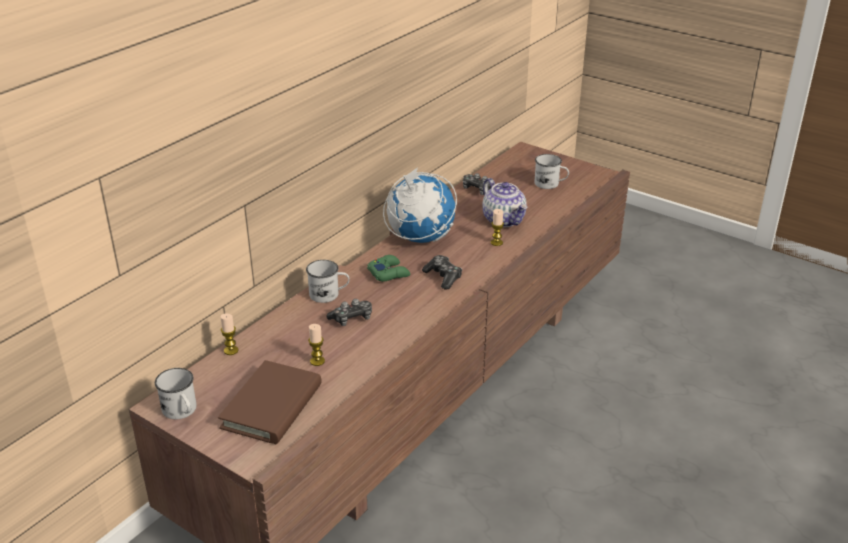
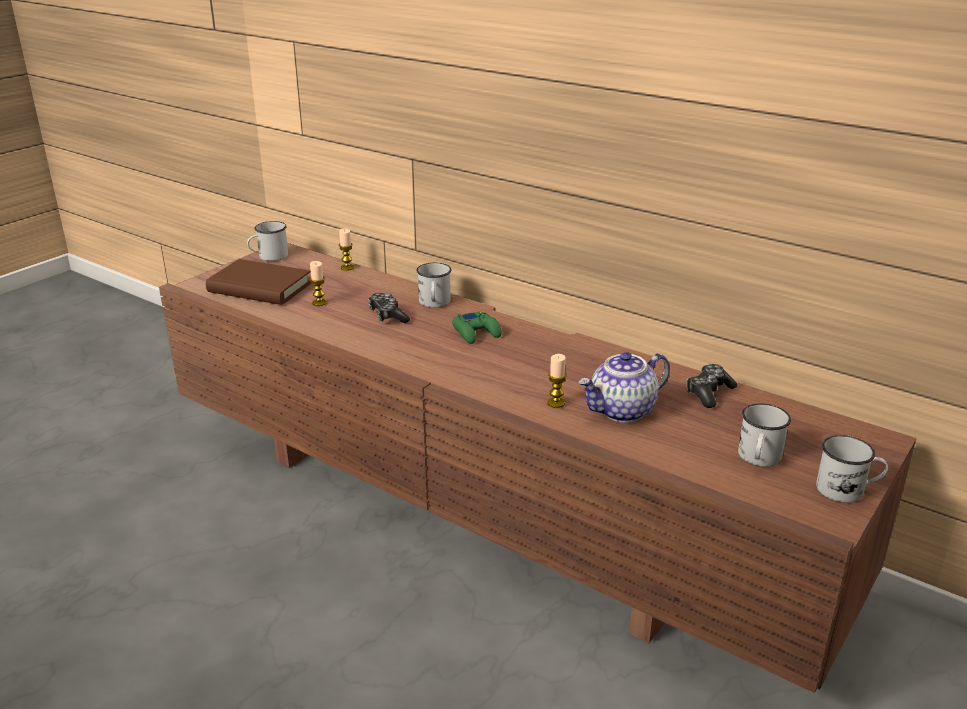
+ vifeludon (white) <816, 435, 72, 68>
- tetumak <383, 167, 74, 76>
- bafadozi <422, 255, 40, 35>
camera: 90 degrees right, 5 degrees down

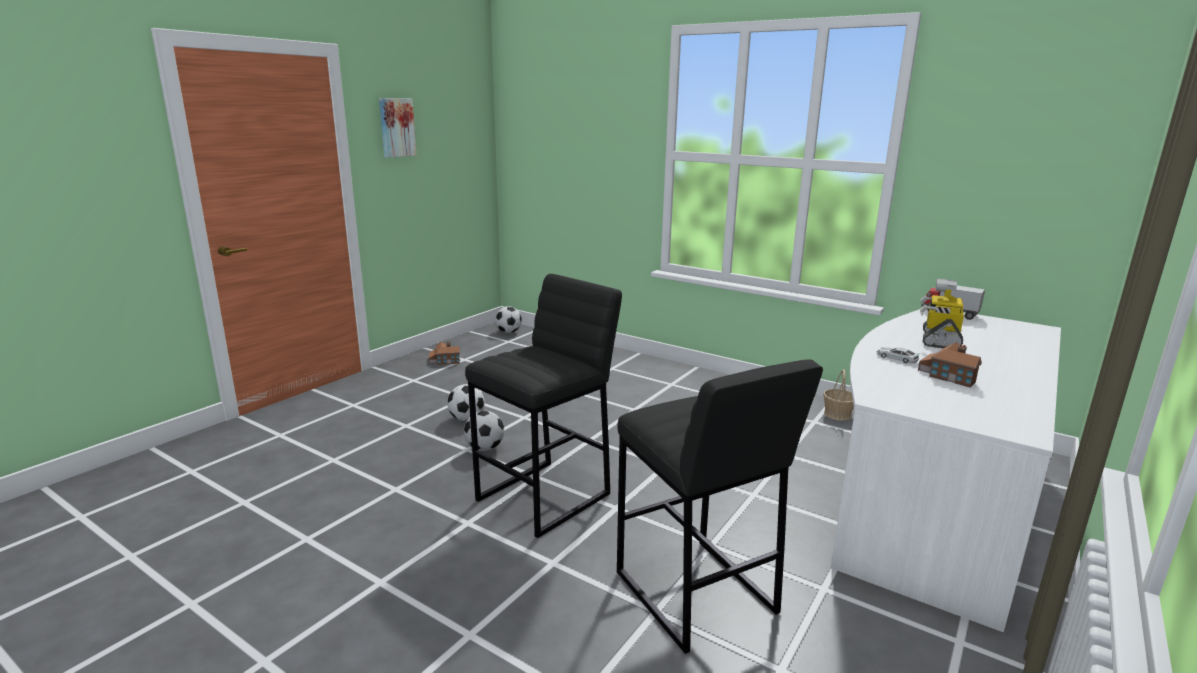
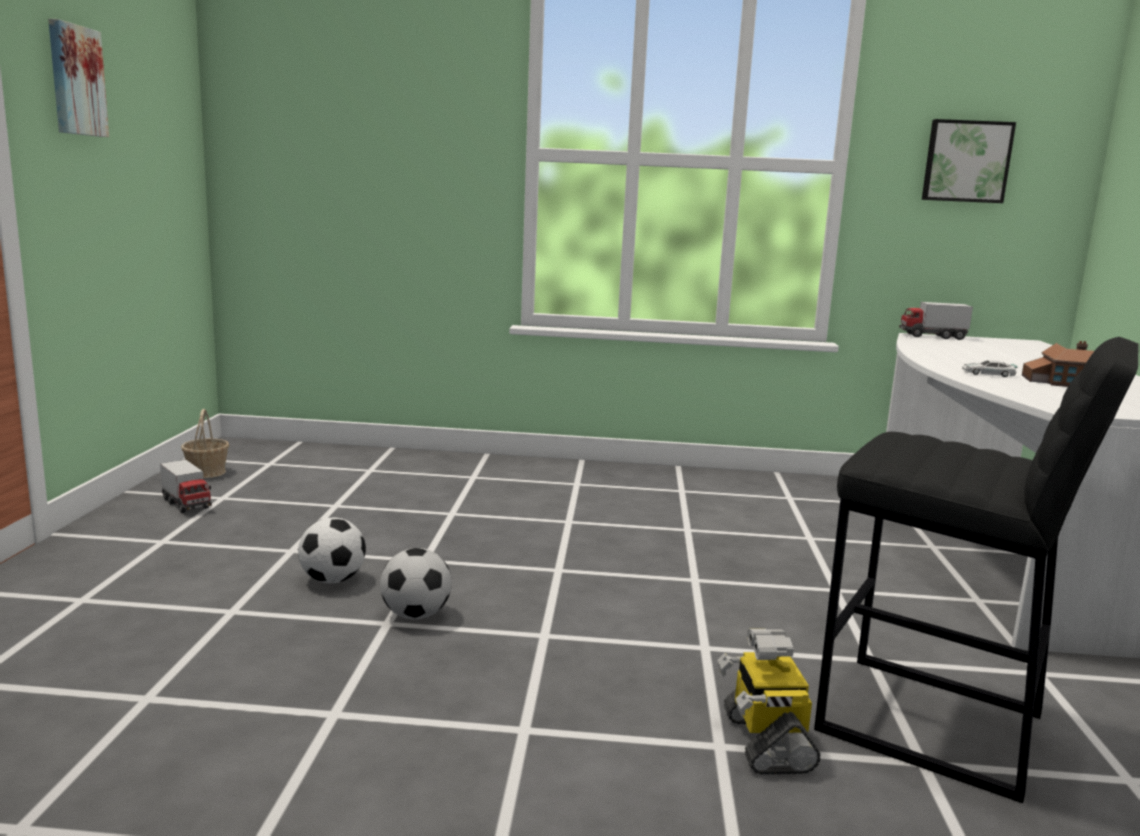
~ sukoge <429, 341, 31, 24> to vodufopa <160, 460, 52, 53>
~ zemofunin <823, 369, 31, 52> to <181, 409, 48, 69>
~ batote <920, 278, 44, 70> to <718, 629, 103, 146>
+ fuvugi <922, 119, 94, 84>
- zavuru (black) <465, 274, 157, 264>
- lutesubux <495, 306, 27, 27>
camera: 30 degrees left, 5 degrees down

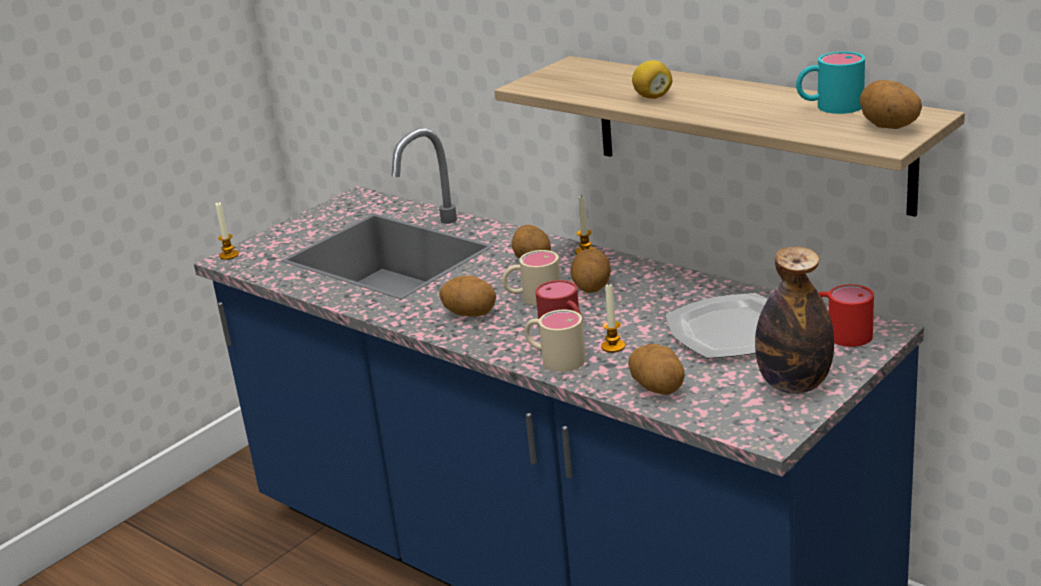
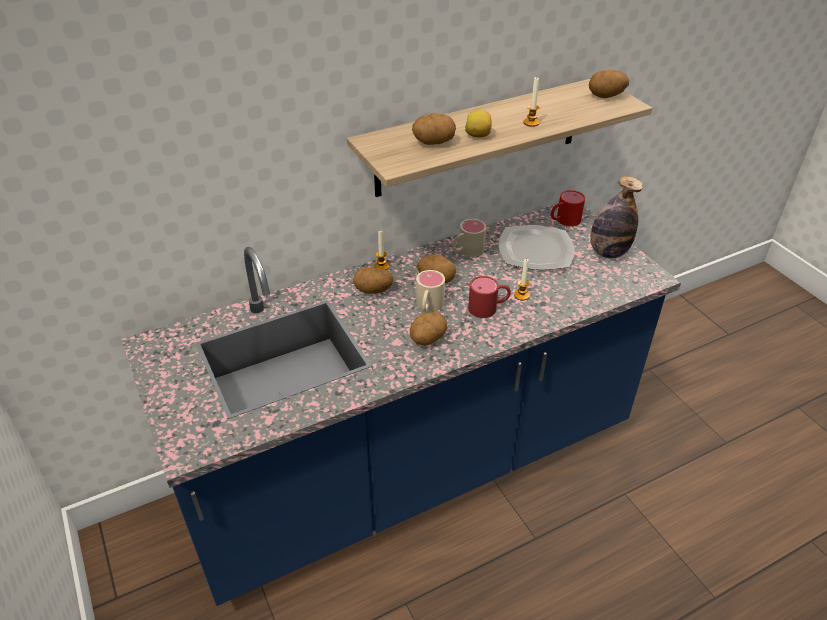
~ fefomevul <628, 344, 57, 51> to <412, 113, 44, 32>
~ vifeludon (beige) <524, 310, 62, 62> to <452, 219, 34, 38>
~ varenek <215, 202, 24, 58> to <523, 77, 17, 50>
- vifeludon (turquoise) <796, 52, 69, 62>
camera: 70 degrees left, 15 degrees up

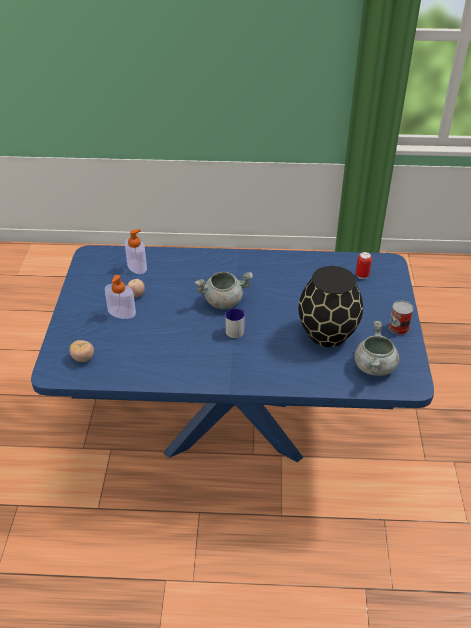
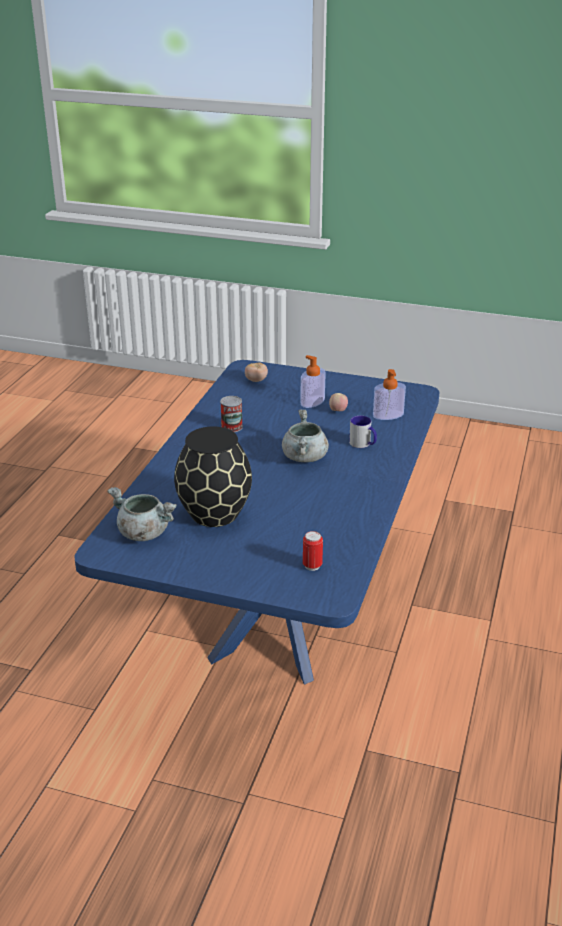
~ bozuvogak <389, 300, 25, 35> to <220, 396, 23, 36>
~ vifeludon <225, 308, 20, 30> to <349, 416, 28, 32>
camera: 105 degrees right, 10 degrees down

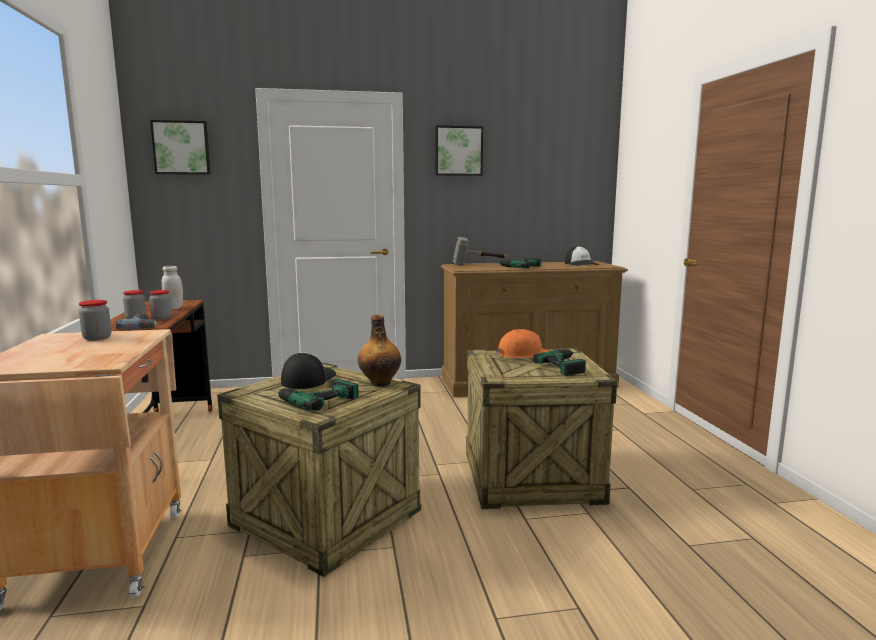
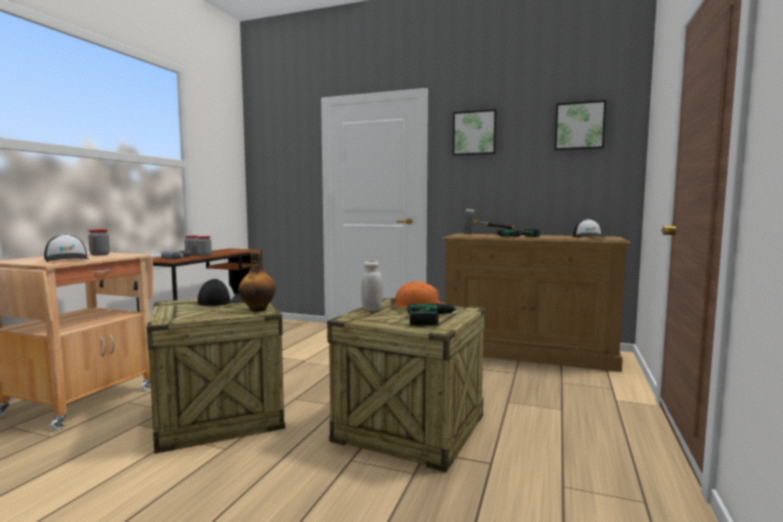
+ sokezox <44, 234, 45, 28>
~ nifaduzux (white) <162, 266, 21, 44> to <361, 261, 22, 50>
~ fuvugi <150, 120, 61, 55> to <555, 100, 51, 51>
- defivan <271, 379, 88, 32>
camera: 30 degrees right, 5 degrees down

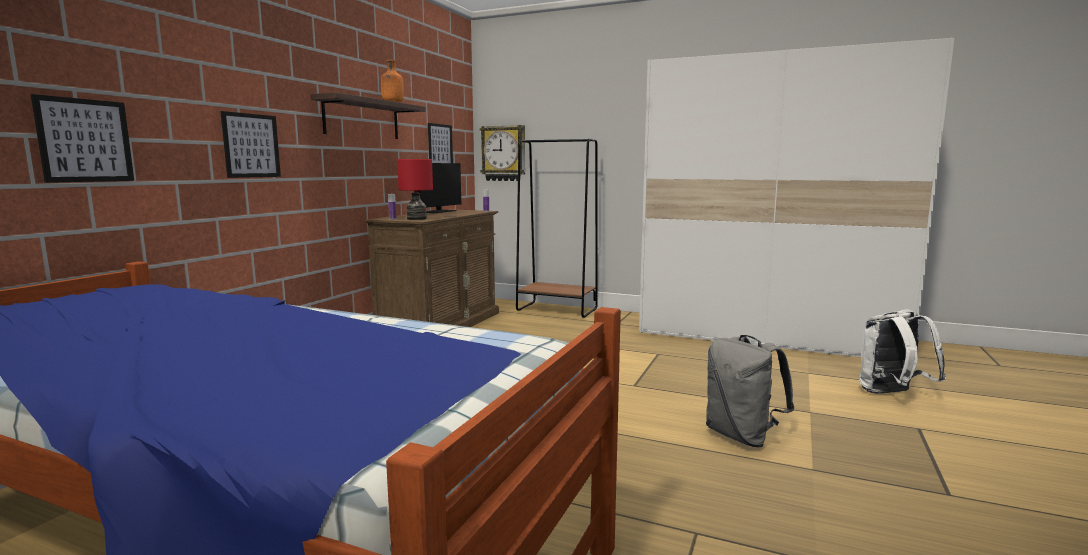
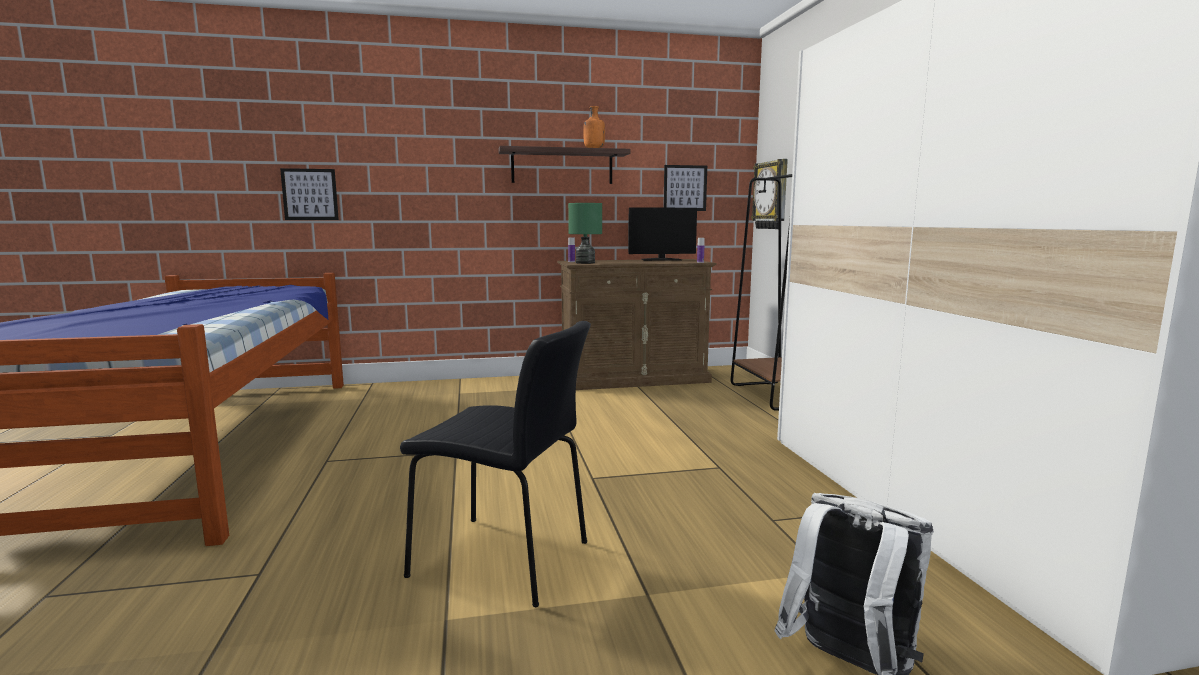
~ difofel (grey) <706, 335, 88, 112> to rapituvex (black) <400, 321, 191, 286>
~ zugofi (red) <397, 159, 36, 61> to zugofi (green) <568, 203, 34, 61>
- fuvugi <220, 111, 61, 67>
camera: 55 degrees right, 0 degrees up

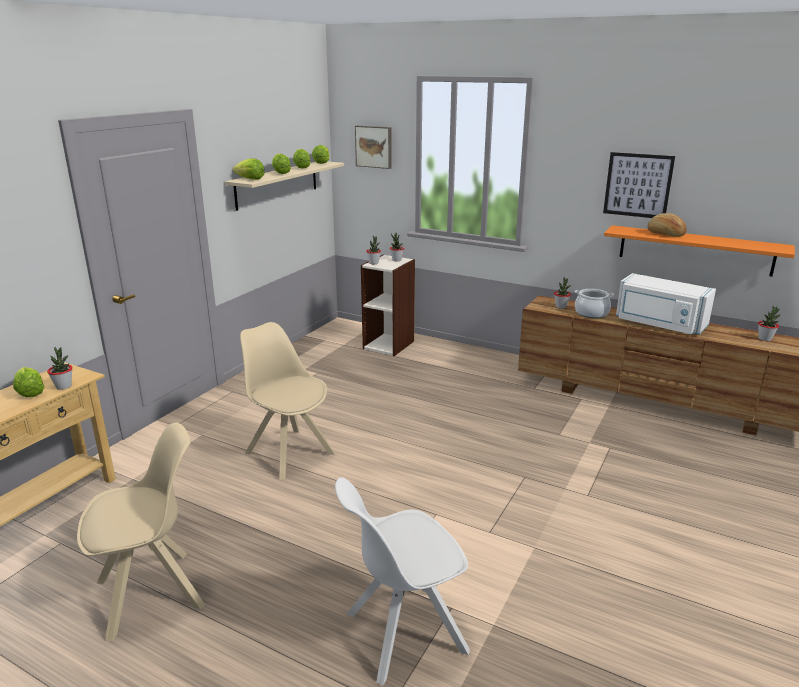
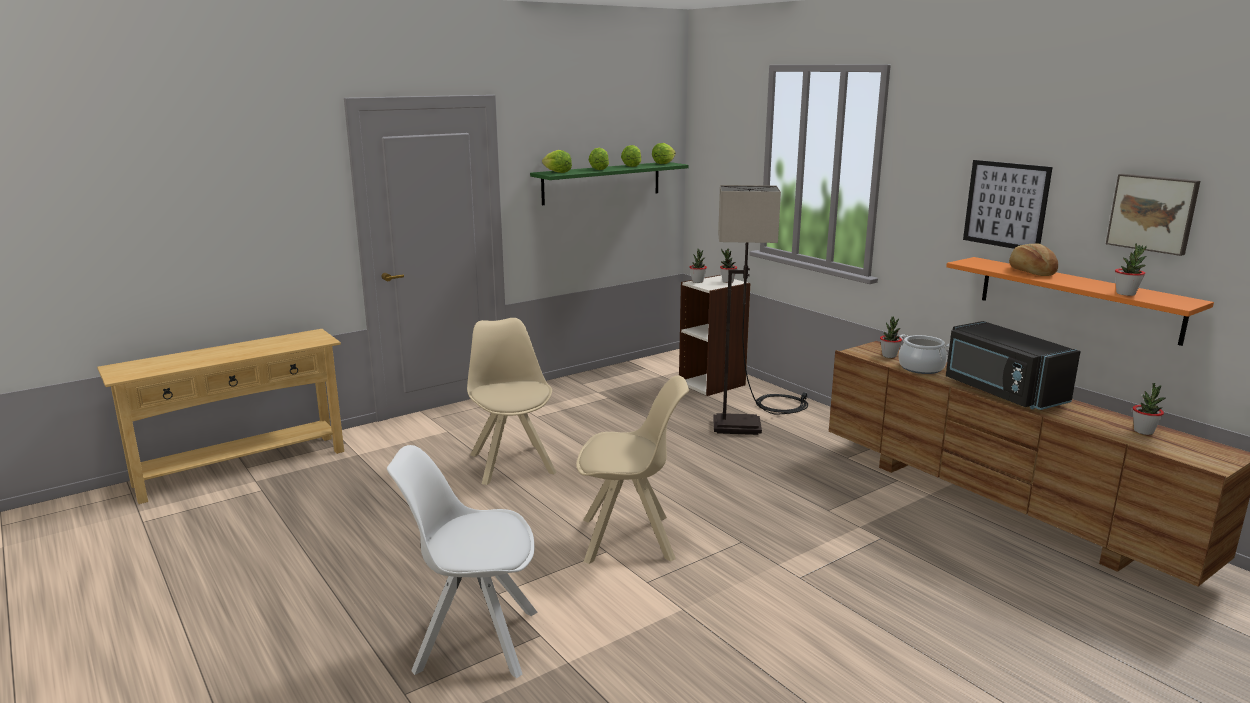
~ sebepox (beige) <225, 162, 119, 49> to sebepox (green) <530, 162, 159, 43>
~ rapituvex (beige) <77, 423, 128, 218> to <576, 375, 113, 189>
+ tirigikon <713, 185, 95, 250>
~ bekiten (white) <616, 273, 100, 62> to bekiten (black) <946, 321, 135, 89>
~ fuvugi <355, 126, 37, 43> to <1106, 174, 94, 82>
~ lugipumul <47, 347, 25, 43> to <1115, 243, 32, 53>
- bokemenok <13, 367, 31, 30>
camera: 25 degrees right, 5 degrees down

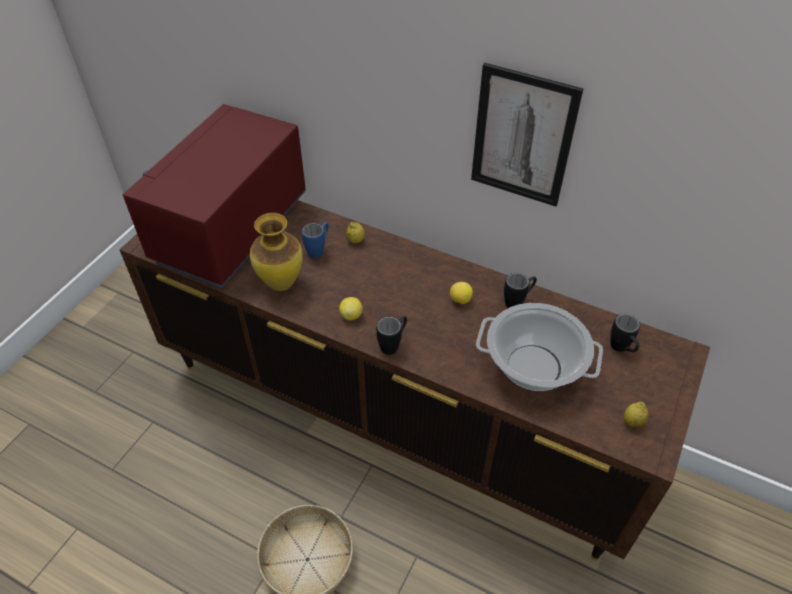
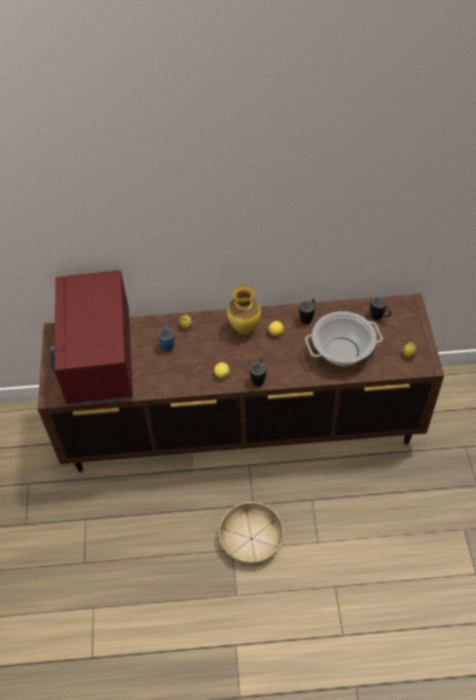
~ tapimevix <250, 212, 53, 79> to <227, 285, 34, 49>
- fuvugi <471, 63, 113, 144>
camera: 30 degrees left, 5 degrees up

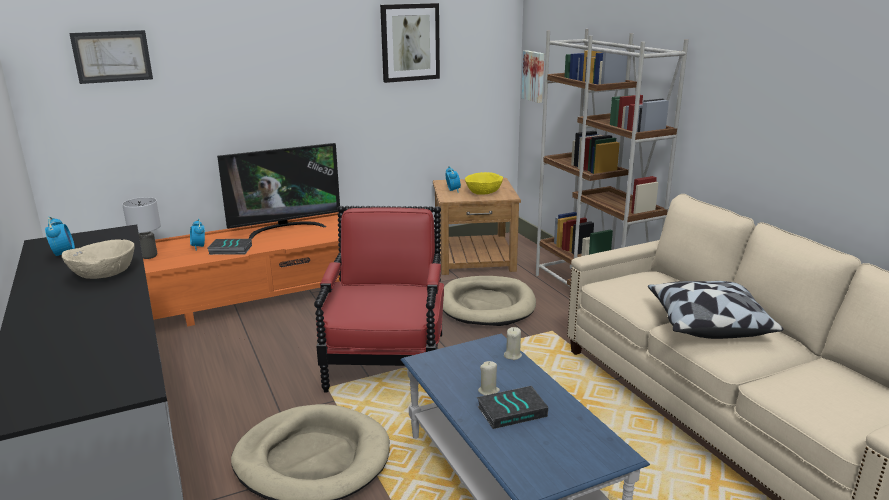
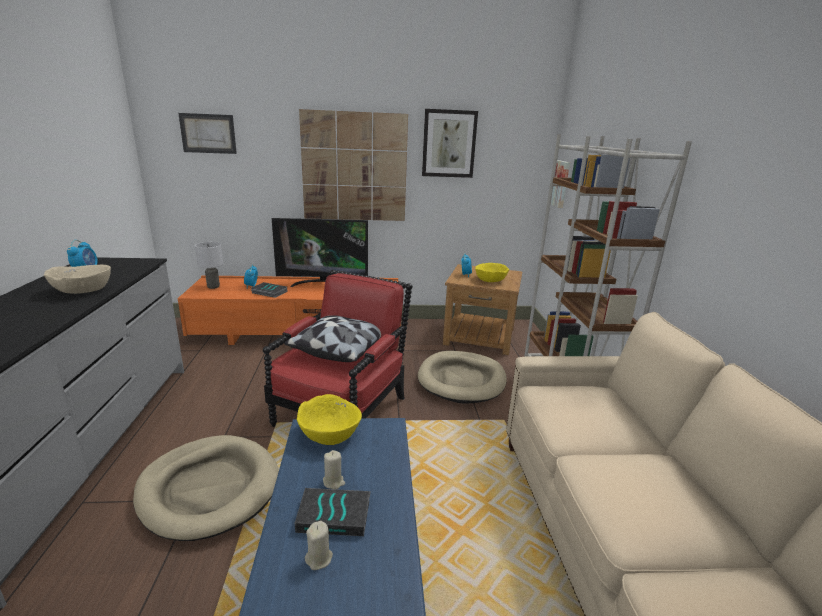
~ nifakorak <648, 281, 135, 58> to <284, 315, 97, 47>
+ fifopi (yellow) <297, 394, 65, 51>
+ fuvugi <299, 109, 109, 112>
~ varenek (beige) <504, 327, 18, 33> to <305, 521, 28, 49>
camera: 20 degrees right, 0 degrees up

